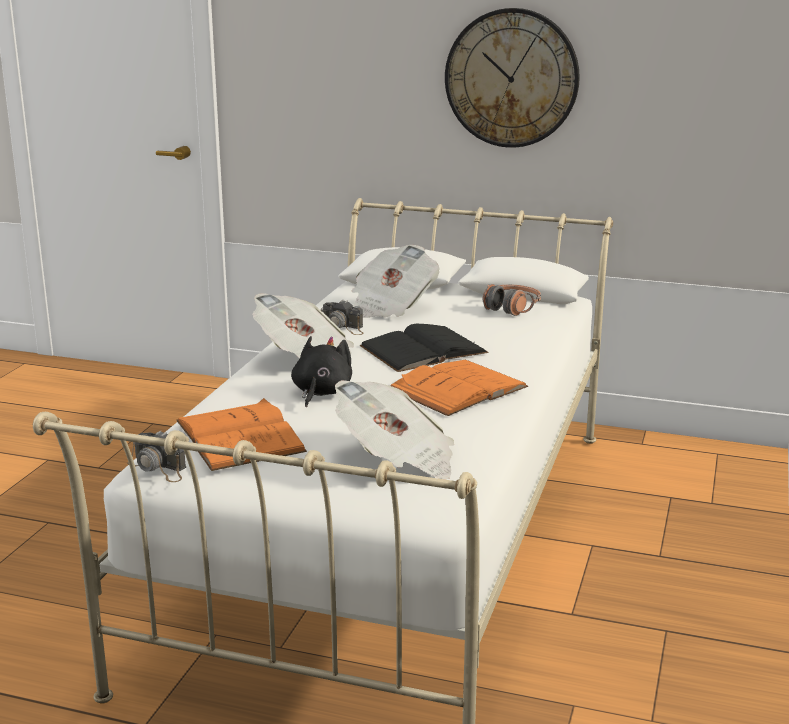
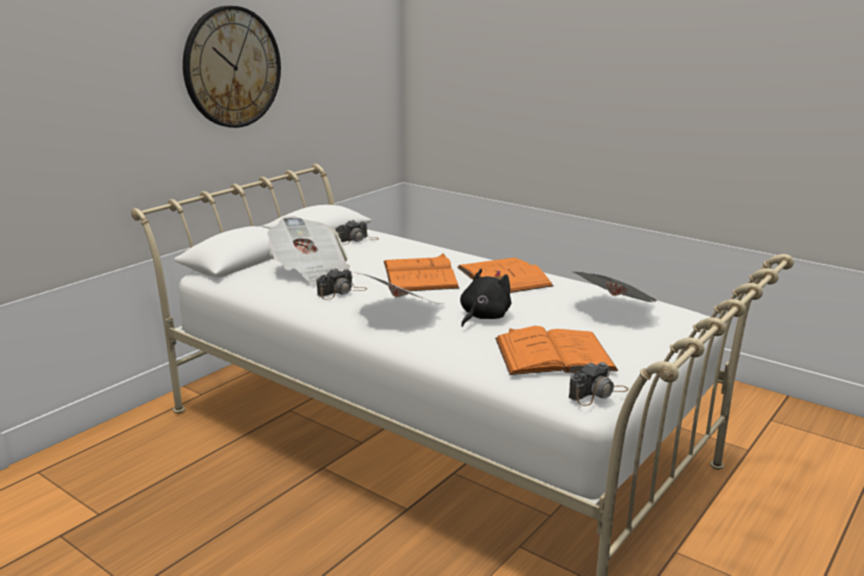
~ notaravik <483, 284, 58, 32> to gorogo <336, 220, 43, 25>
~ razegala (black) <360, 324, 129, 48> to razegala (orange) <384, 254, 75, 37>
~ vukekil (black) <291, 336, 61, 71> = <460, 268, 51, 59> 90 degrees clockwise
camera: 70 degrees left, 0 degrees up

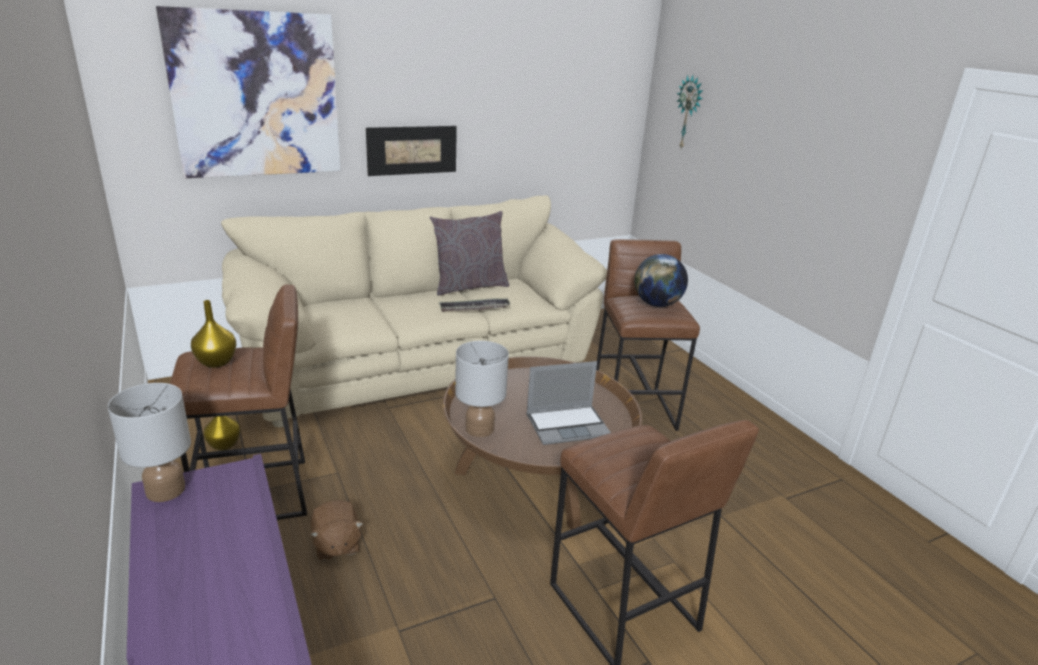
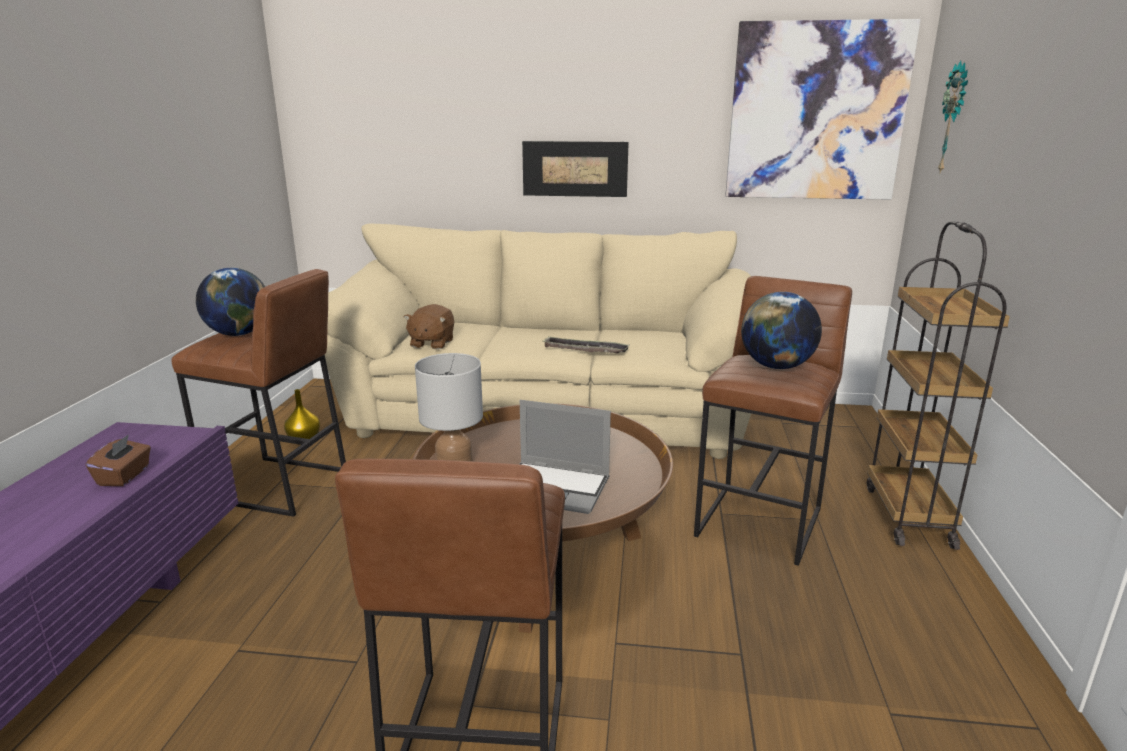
+ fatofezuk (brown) <86, 434, 65, 52>
~ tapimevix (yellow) <191, 300, 45, 68> to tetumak <196, 268, 69, 68>
~ vukekil (brown) <310, 500, 53, 61> to <404, 304, 50, 46>
~ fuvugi <156, 6, 185, 172> to <725, 19, 196, 181>
+ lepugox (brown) <867, 221, 143, 329>
- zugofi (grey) <108, 383, 83, 119>
- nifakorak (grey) <429, 211, 80, 85>
camera: 35 degrees right, 5 degrees down

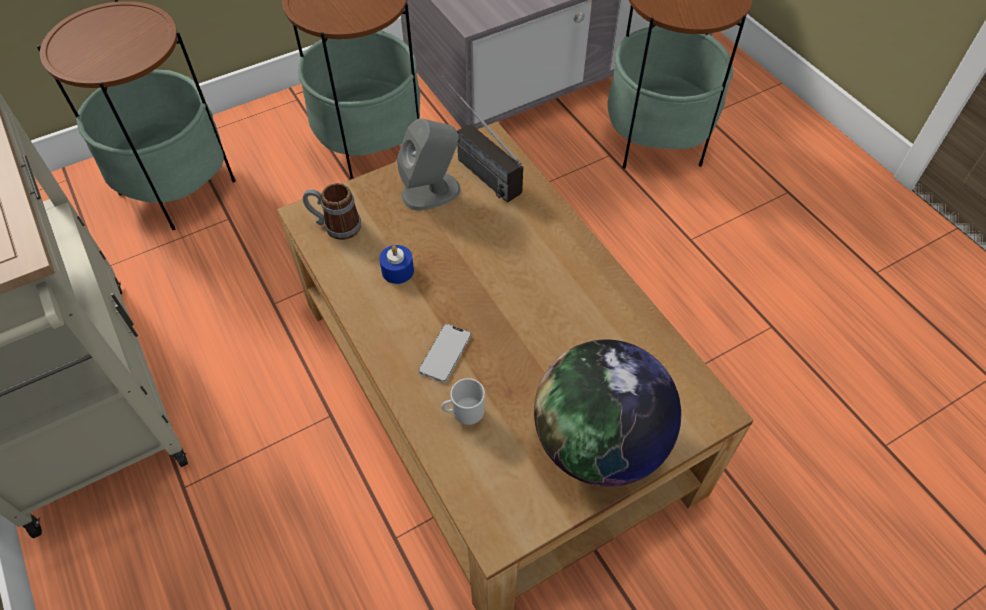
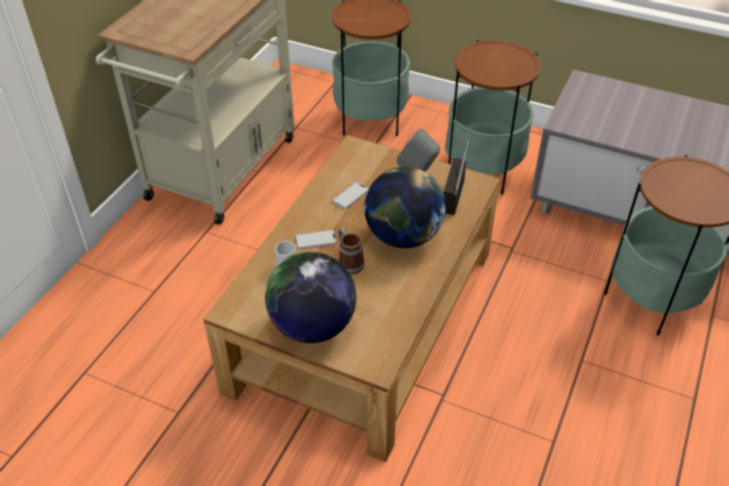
~ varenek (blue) <379, 245, 35, 39> to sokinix <332, 182, 36, 27>
~ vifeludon <303, 183, 58, 57> to <338, 227, 27, 47>
+ tetumak <364, 167, 82, 81>
camera: 55 degrees right, 10 degrees down

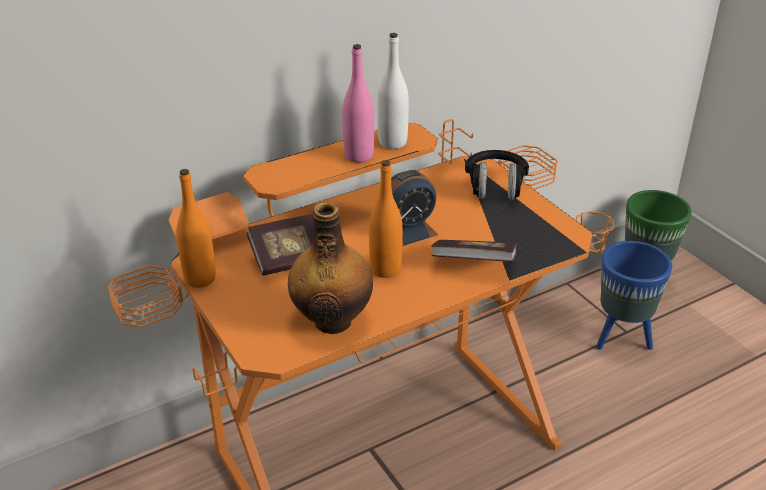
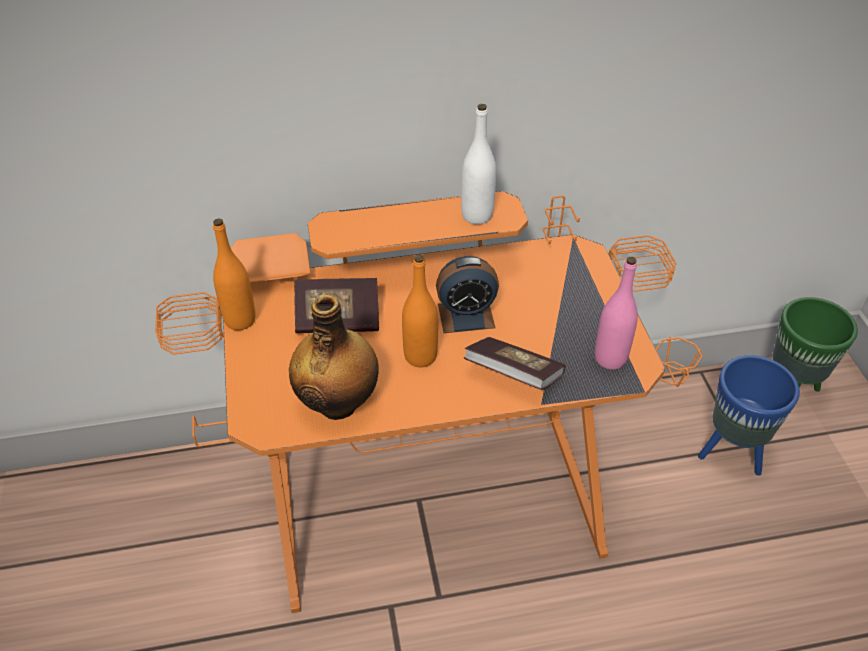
~ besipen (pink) <342, 44, 32, 119> to <595, 257, 43, 113>
- notaravik (black) <465, 150, 64, 50>
camera: 20 degrees right, 10 degrees up

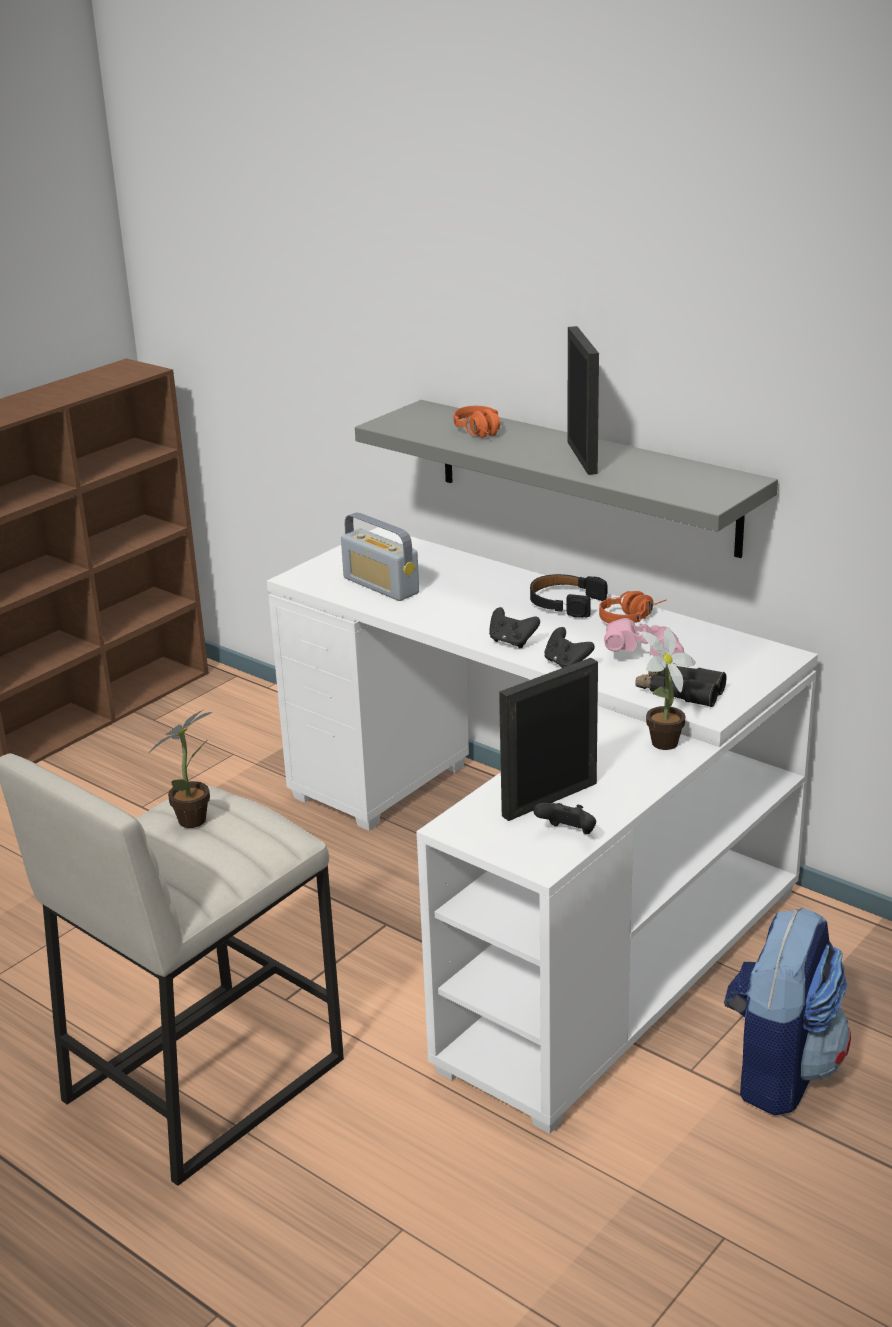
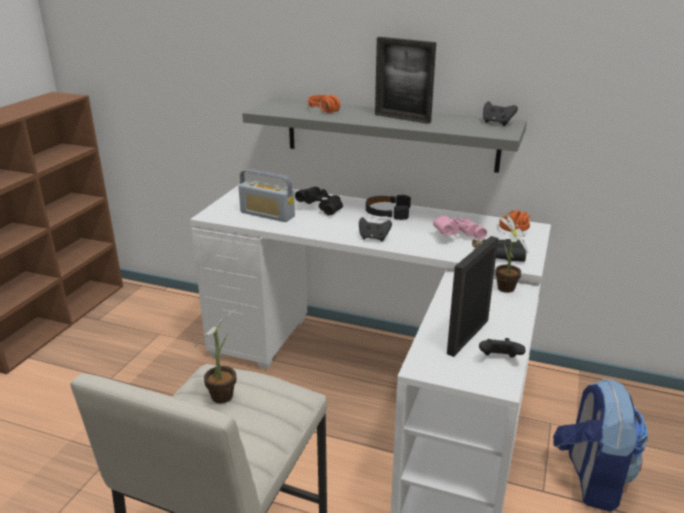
+ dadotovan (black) <295, 187, 48, 29>
~ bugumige <567, 326, 32, 149> = <375, 37, 61, 87> 150 degrees clockwise
~ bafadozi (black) <544, 627, 51, 41> to <483, 101, 35, 25>
~ notaravik (orange) <599, 591, 68, 32> to <499, 210, 33, 22>
camera: 20 degrees left, 0 degrees up

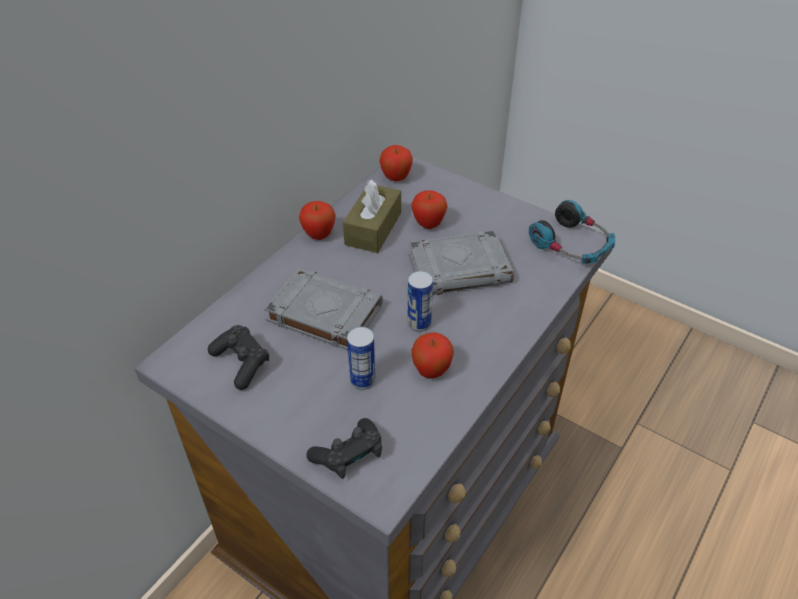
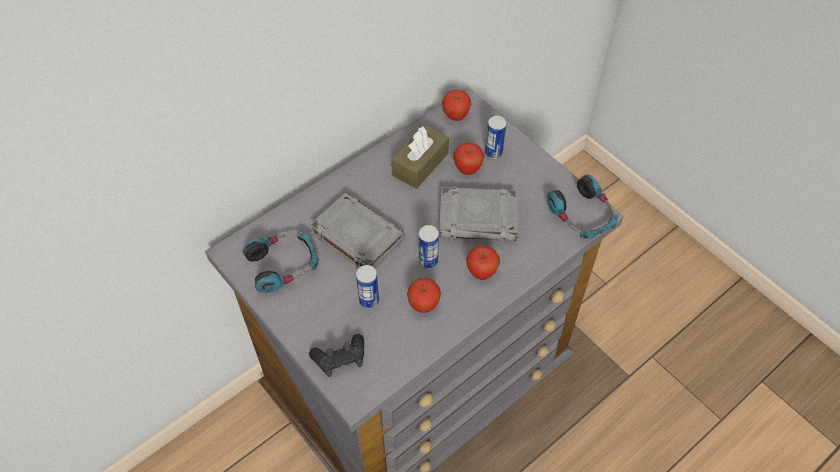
~ bafadozi (black) <208, 325, 61, 65> to notaravik <242, 231, 77, 62>
~ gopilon <299, 201, 37, 39> to <466, 246, 34, 34>
+ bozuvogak <485, 116, 21, 44>
camera: 15 degrees right, 10 degrees up

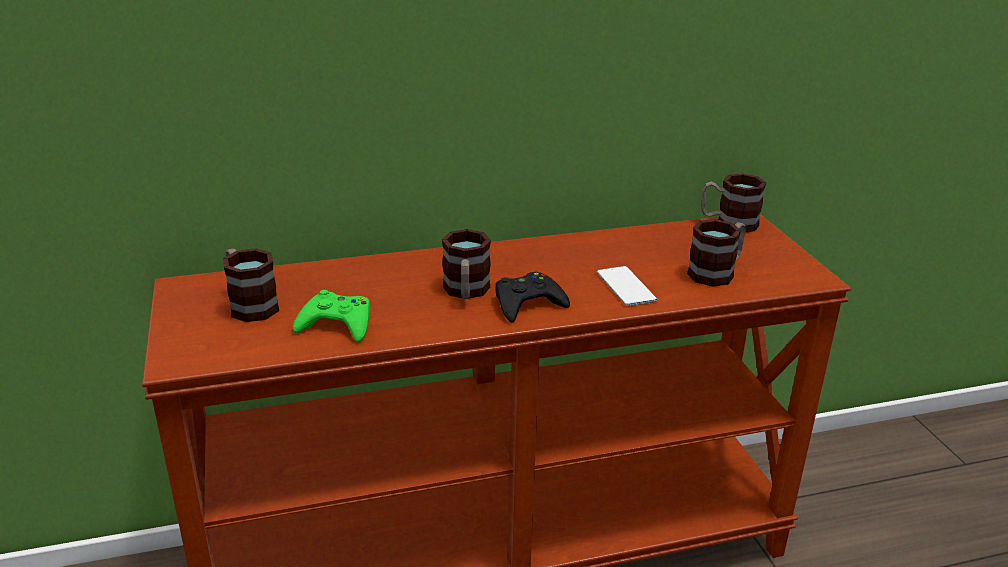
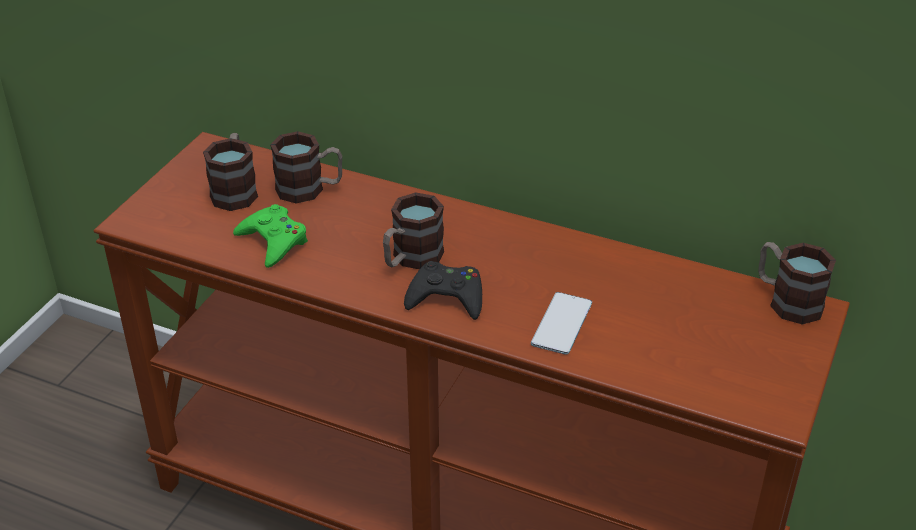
~ vifeludon <687, 219, 59, 68> to <270, 131, 72, 72>
camera: 40 degrees right, 10 degrees up

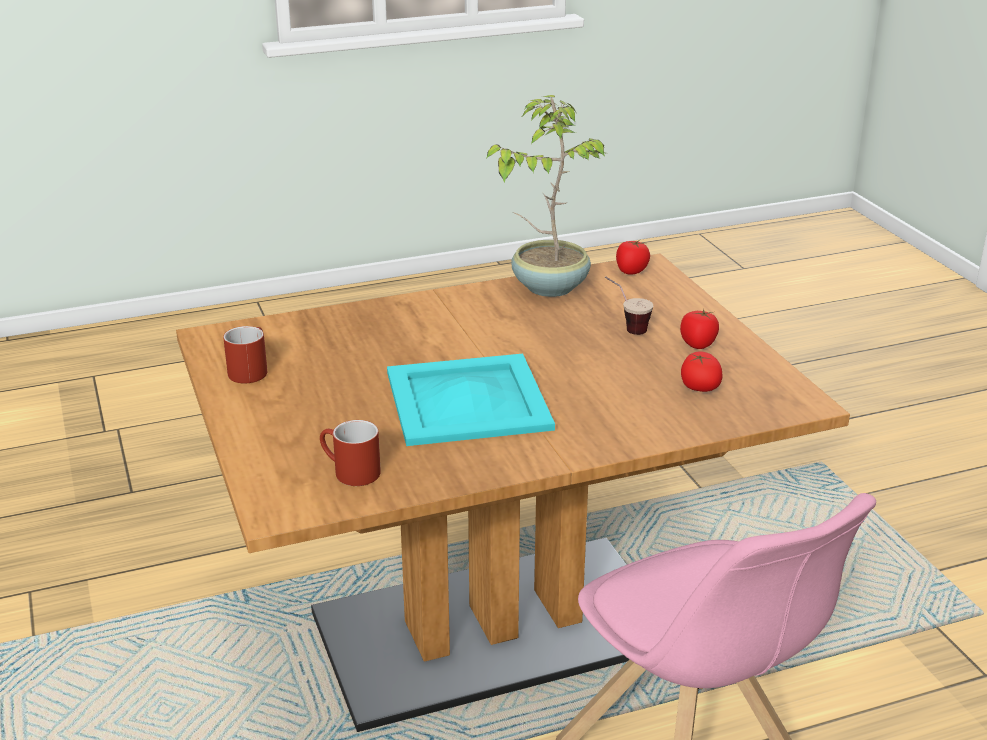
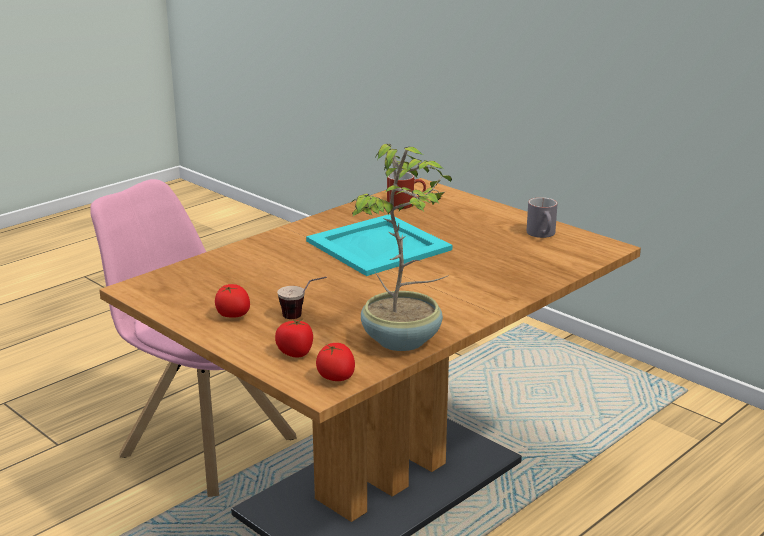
~ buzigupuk <681, 351, 41, 41> to <275, 318, 38, 40>
~ vifeludon (red) <223, 326, 44, 57> to vifeludon (grey) <527, 197, 31, 41>
camera: 155 degrees right, 5 degrees down

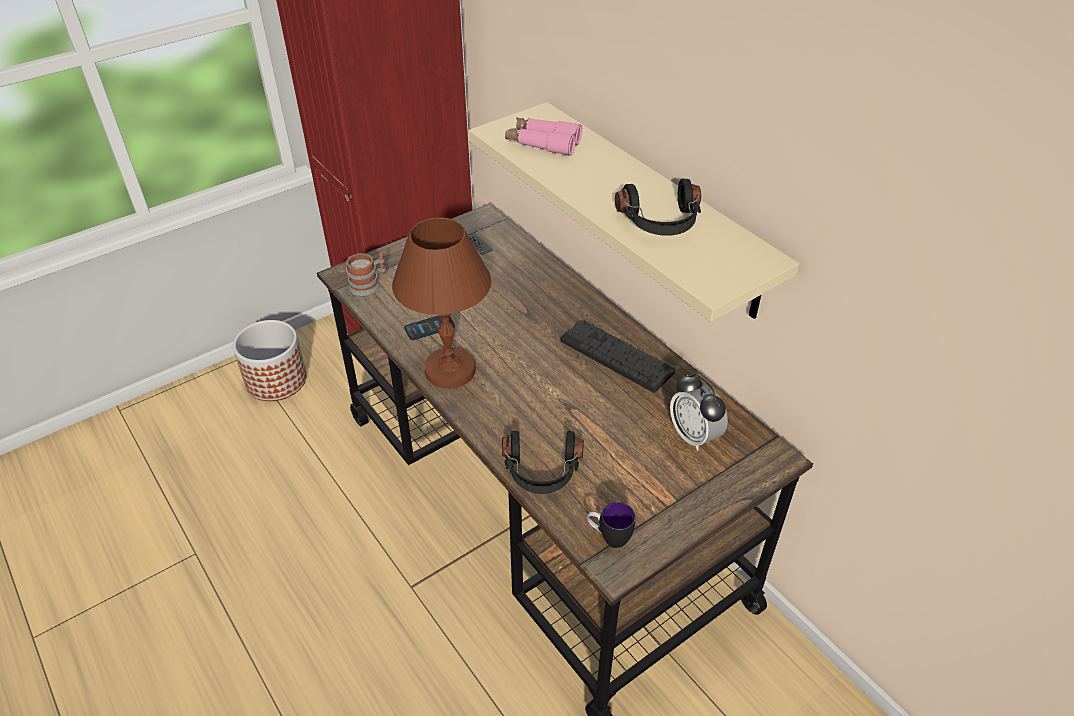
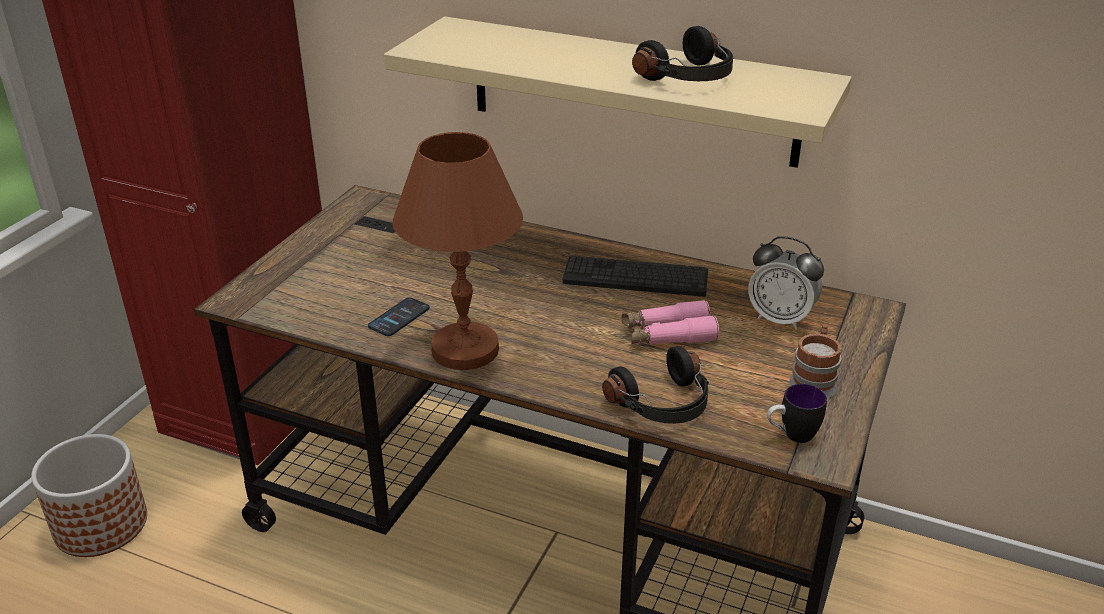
~ dadotovan (pink) <505, 118, 77, 38> to <622, 300, 97, 44>
~ vifeludon <346, 251, 40, 45> to <789, 324, 52, 74>
camera: 30 degrees left, 10 degrees down

